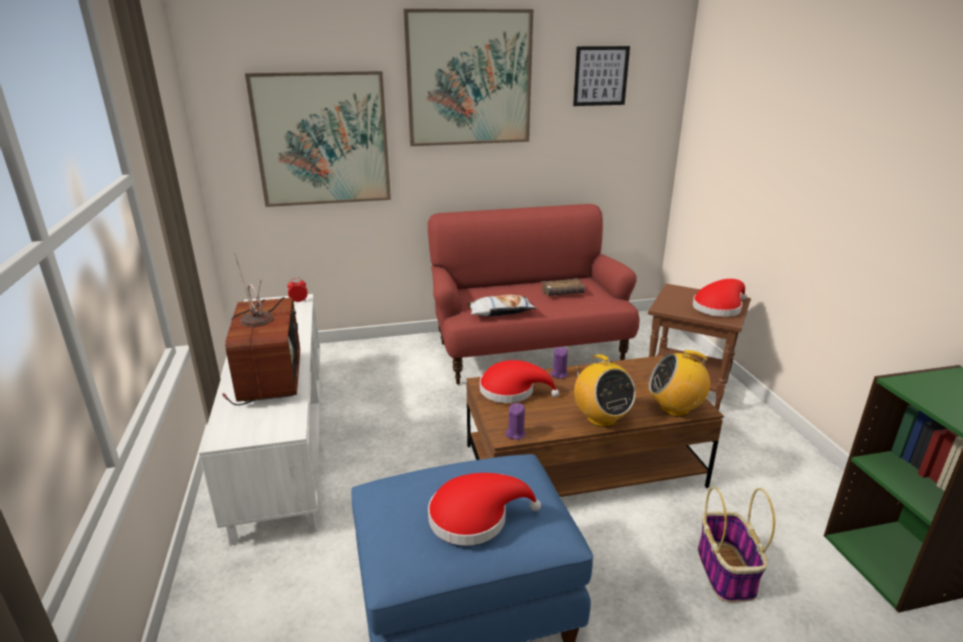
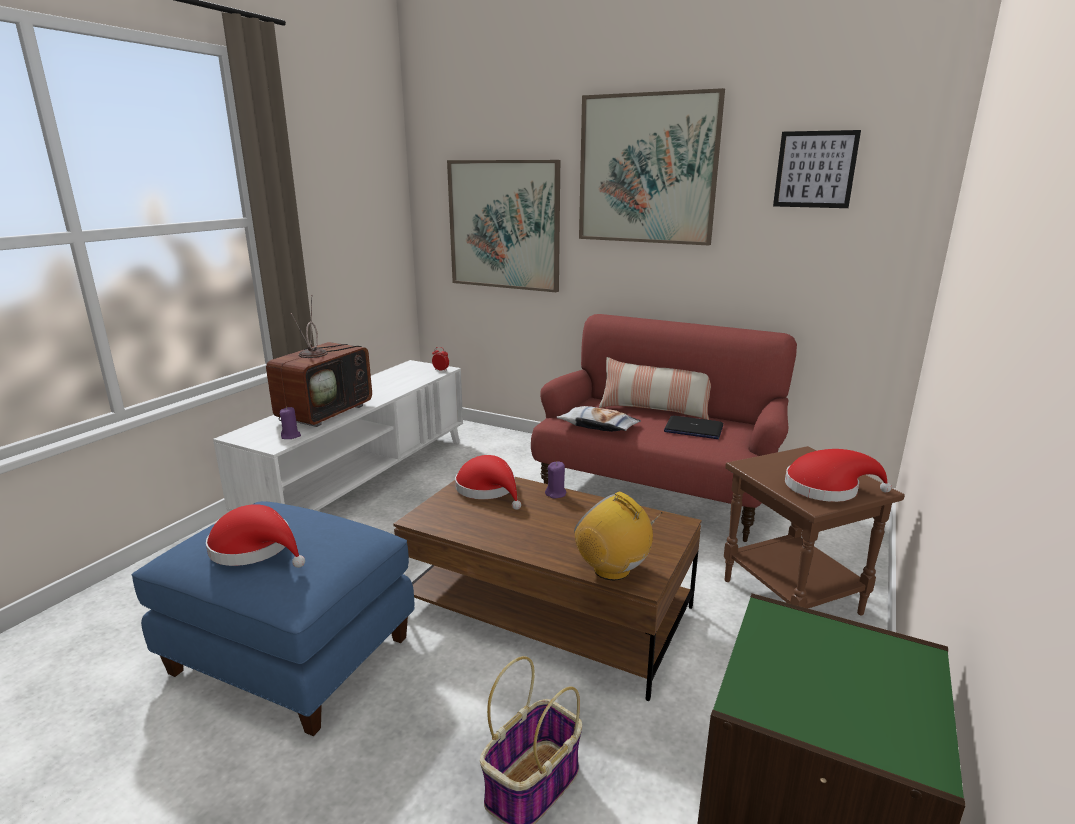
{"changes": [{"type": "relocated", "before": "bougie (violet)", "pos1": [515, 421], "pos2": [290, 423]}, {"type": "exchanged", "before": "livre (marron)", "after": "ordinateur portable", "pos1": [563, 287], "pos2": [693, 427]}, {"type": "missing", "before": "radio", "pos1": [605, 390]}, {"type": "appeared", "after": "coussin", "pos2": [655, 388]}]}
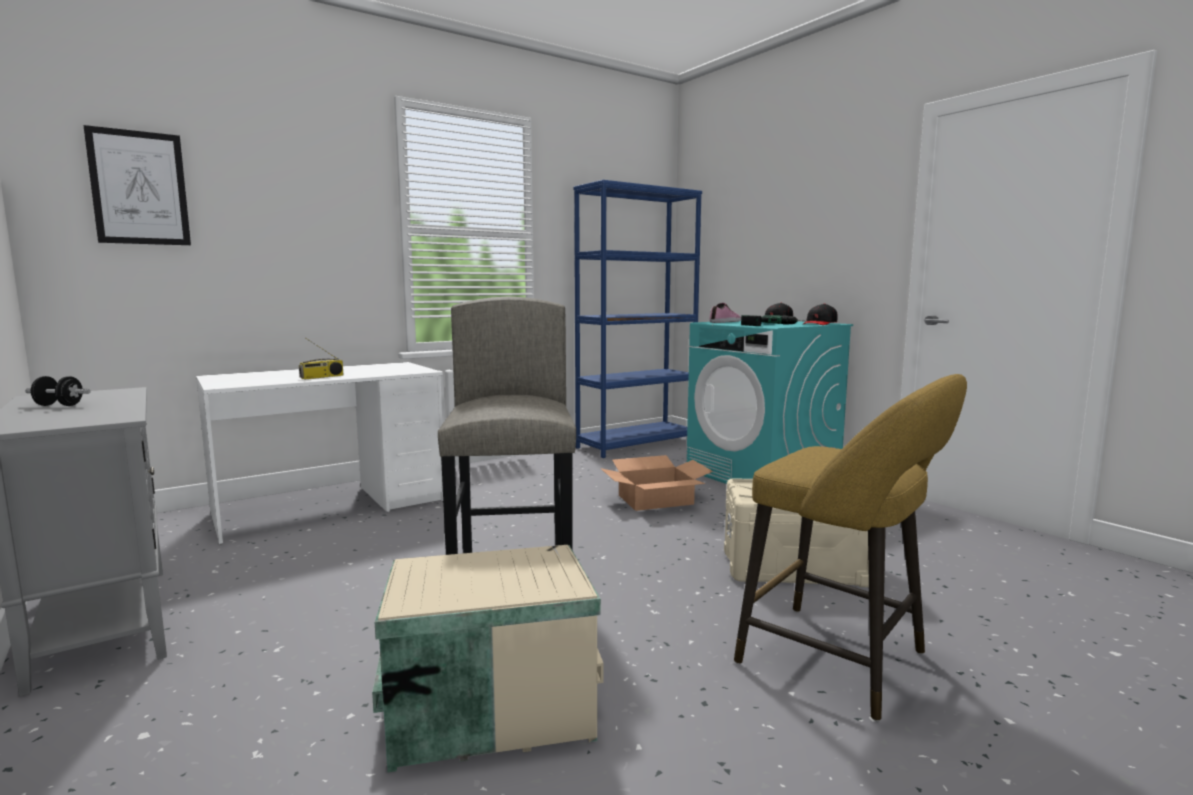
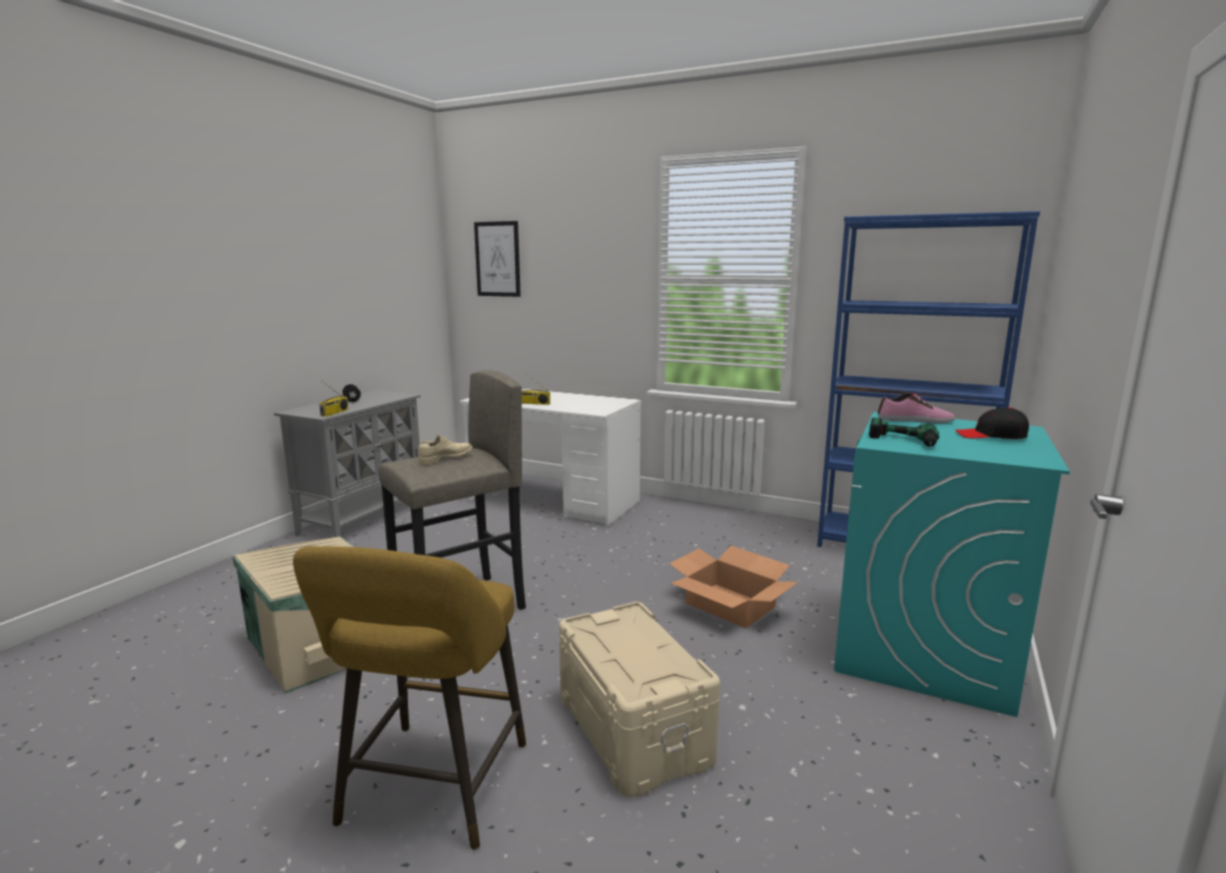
{"changes": [{"type": "missing", "before": "casquette (noir)", "pos1": [820, 314]}, {"type": "appeared", "after": "radio", "pos2": [333, 399]}, {"type": "appeared", "after": "chaussure (beige)", "pos2": [445, 449]}]}
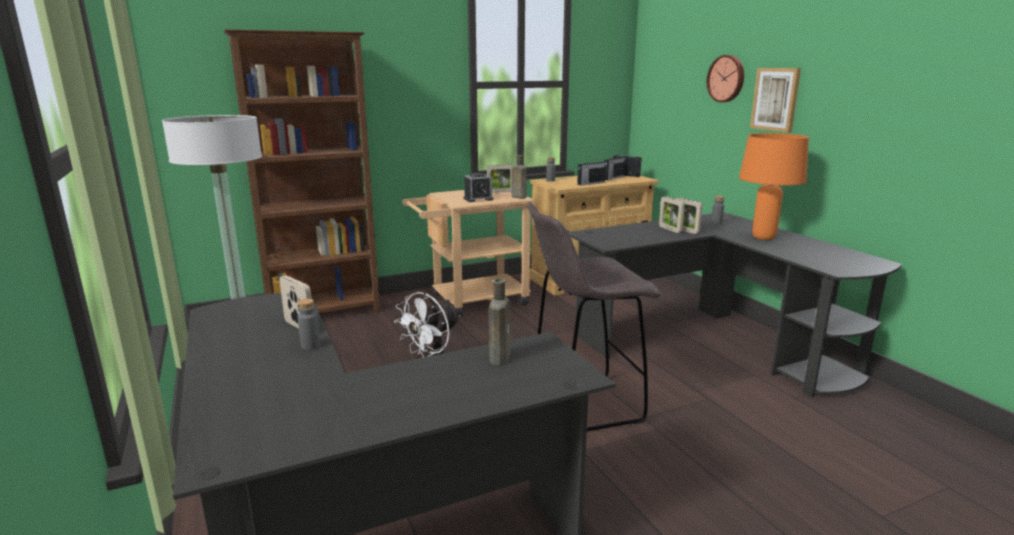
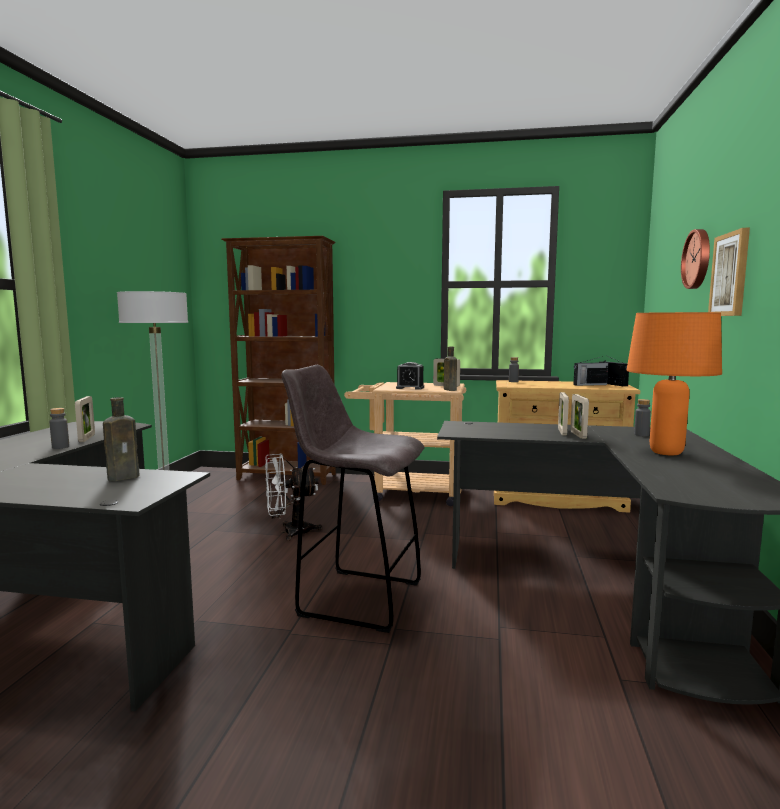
{"changes": [{"type": "missing", "before": "radio", "pos1": [591, 172]}]}
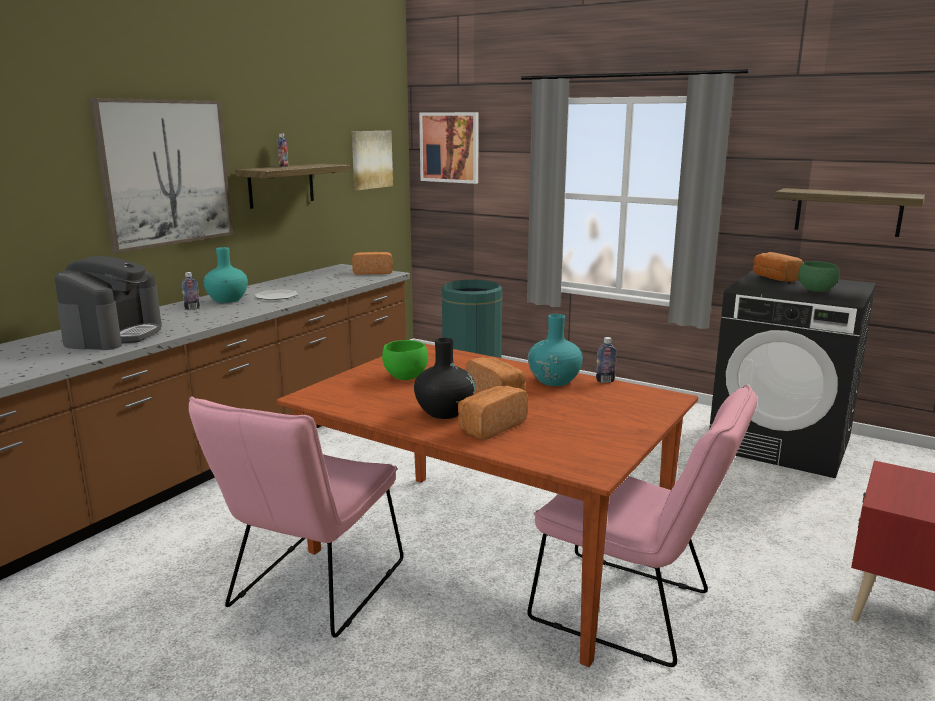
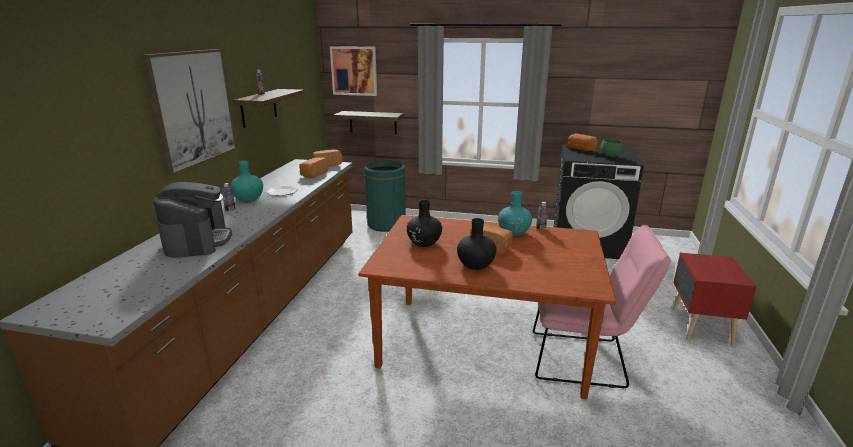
{"changes": [{"type": "missing", "before": "chaise (rose)", "pos1": [296, 517]}, {"type": "missing", "before": "tableau", "pos1": [372, 160]}, {"type": "exchanged", "before": "bol (vert)", "after": "vase (noir)", "pos1": [405, 360], "pos2": [424, 223]}, {"type": "relocated", "before": "pain", "pos1": [493, 412], "pos2": [313, 167]}, {"type": "relocated", "before": "étagère", "pos1": [849, 212], "pos2": [368, 123]}]}
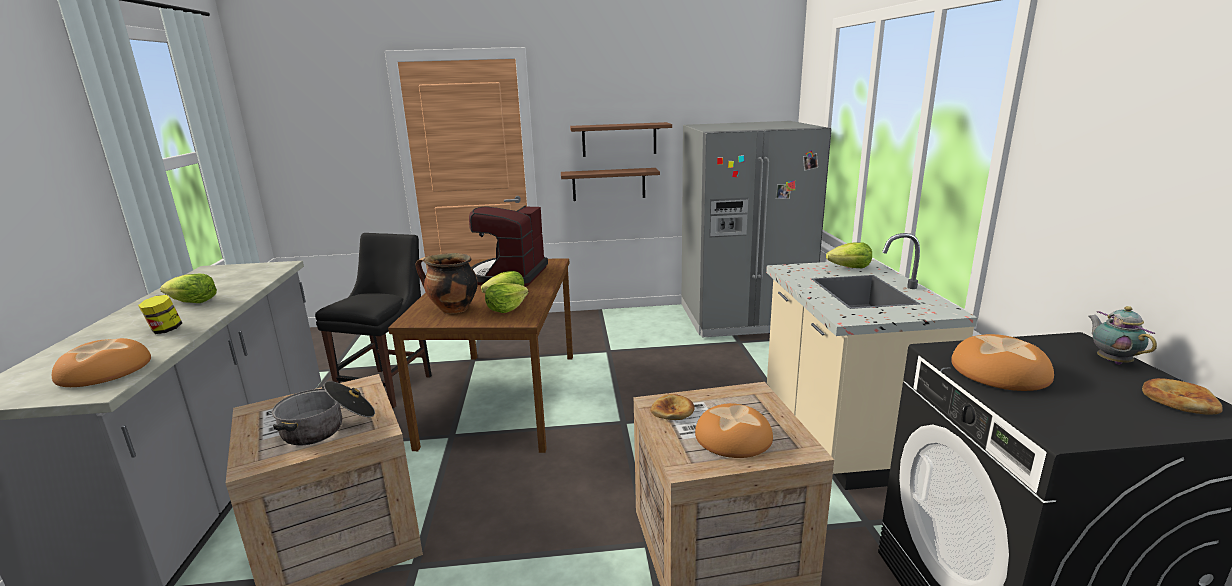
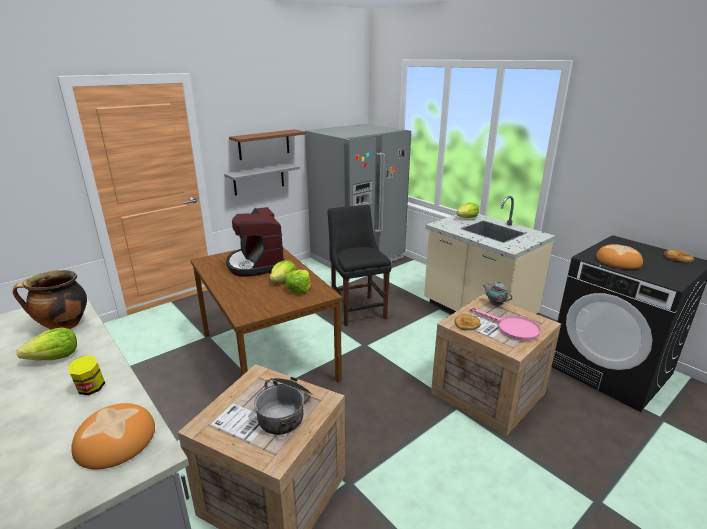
{"changes": [{"type": "relocated", "before": "chaise (noir)", "pos1": [373, 320], "pos2": [359, 265]}, {"type": "relocated", "before": "marmite", "pos1": [446, 283], "pos2": [50, 300]}, {"type": "colour", "before": "étagère (marron)", "after": "étagère (gris)", "pos1": [610, 184], "pos2": [262, 179]}, {"type": "exchanged", "before": "pain", "after": "poêle (rose)", "pos1": [734, 430], "pos2": [505, 324]}, {"type": "relocated", "before": "théière", "pos1": [1122, 335], "pos2": [497, 293]}]}
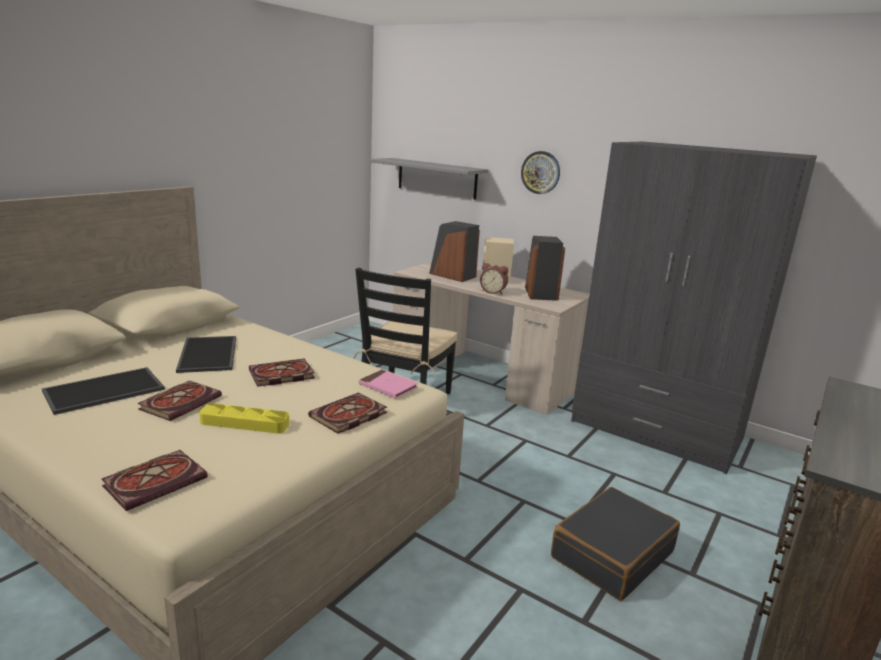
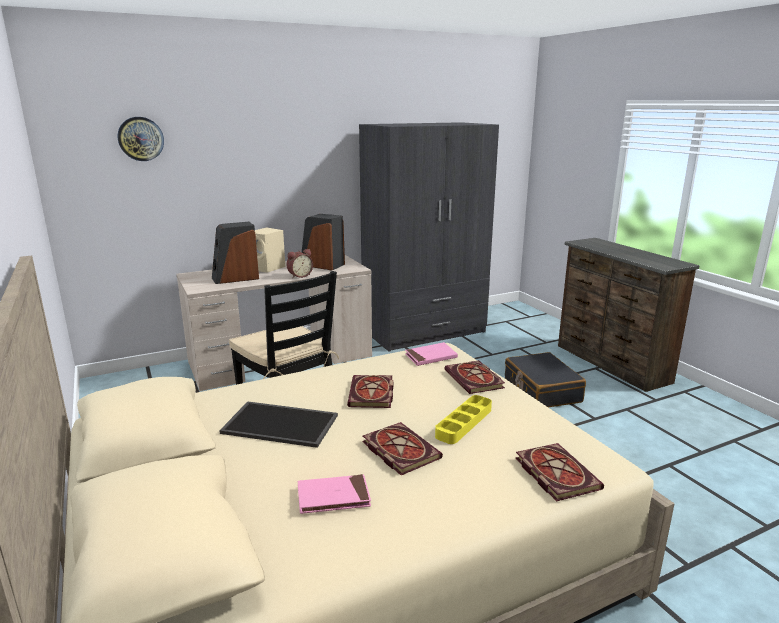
{"changes": [{"type": "exchanged", "before": "plateau", "after": "livre (rose)", "pos1": [103, 391], "pos2": [334, 494]}, {"type": "missing", "before": "étagère (gris)", "pos1": [429, 179]}, {"type": "relocated", "before": "horloge murale", "pos1": [540, 172], "pos2": [141, 139]}]}
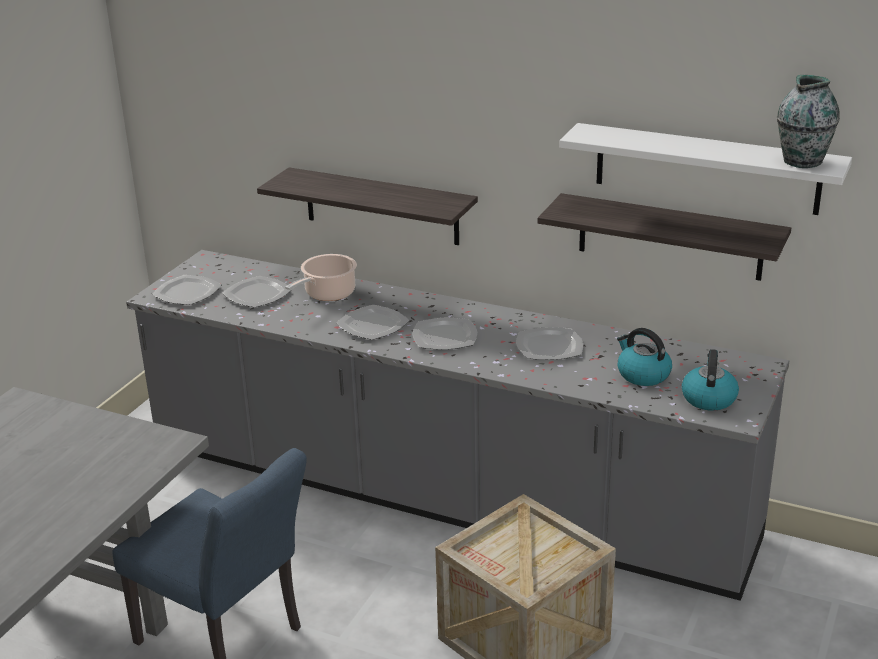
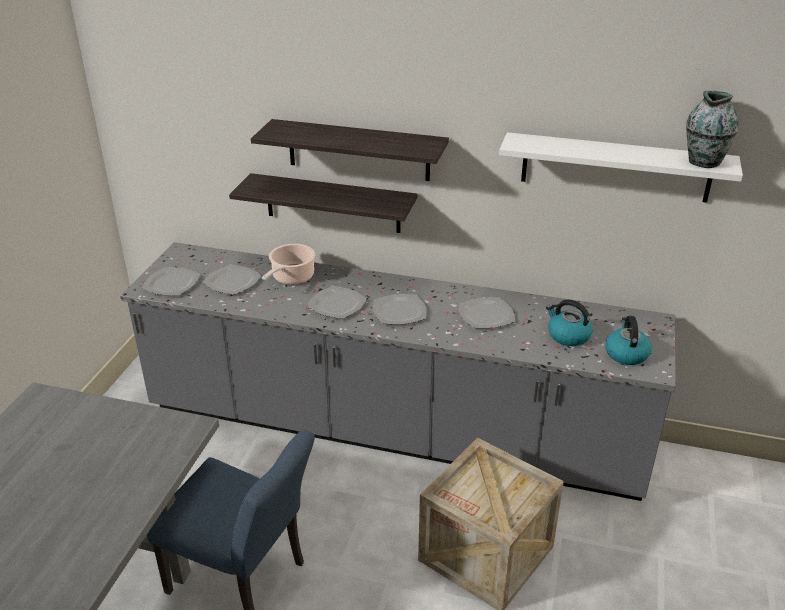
{"changes": [{"type": "relocated", "before": "étagère", "pos1": [664, 237], "pos2": [350, 150]}]}
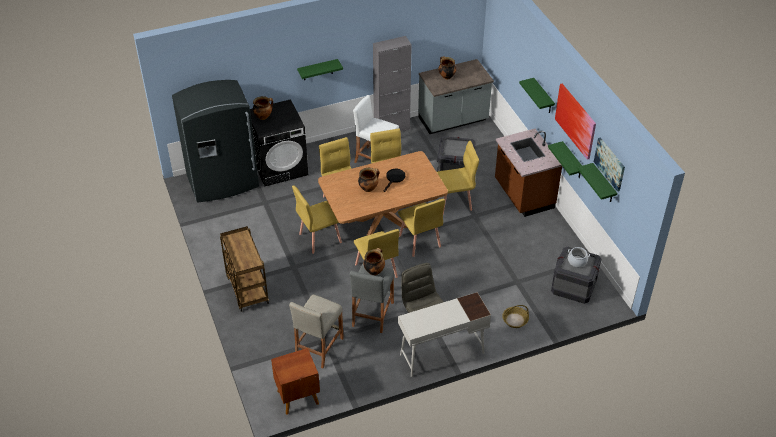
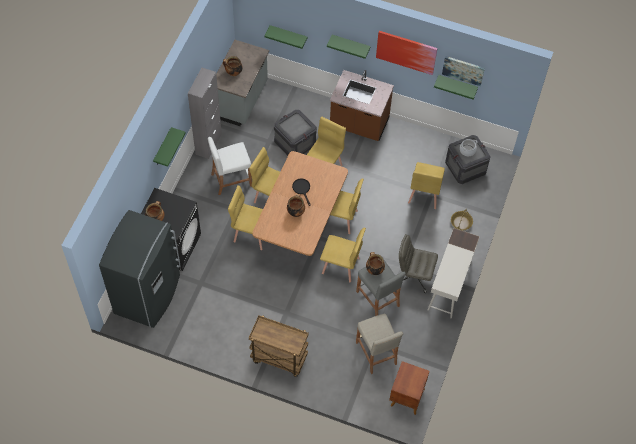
{"changes": [{"type": "relocated", "before": "chaise (jaune)", "pos1": [317, 220], "pos2": [426, 185]}, {"type": "relocated", "before": "étagère (vert)", "pos1": [565, 159], "pos2": [285, 37]}]}
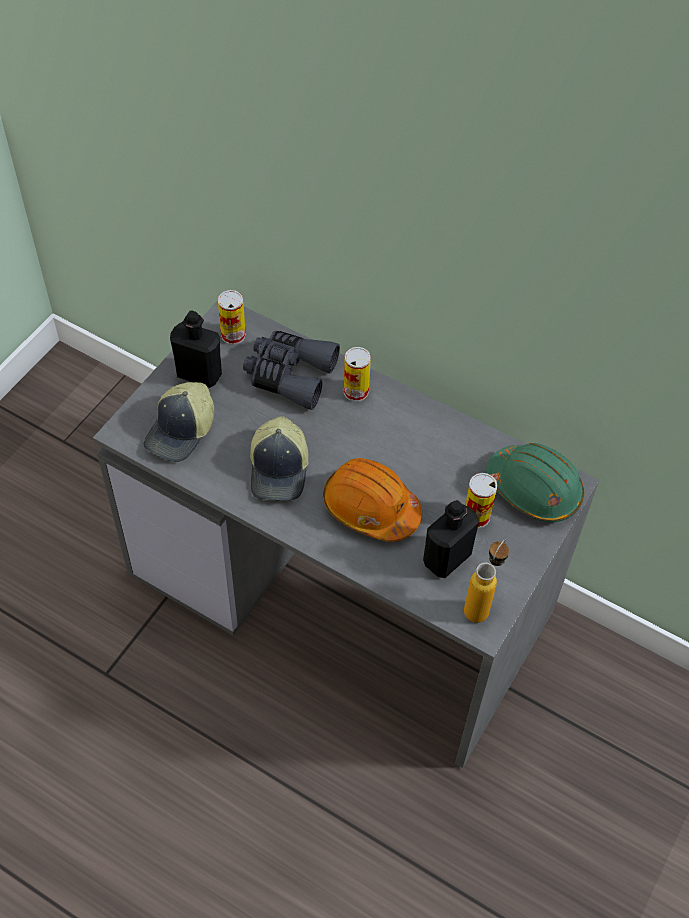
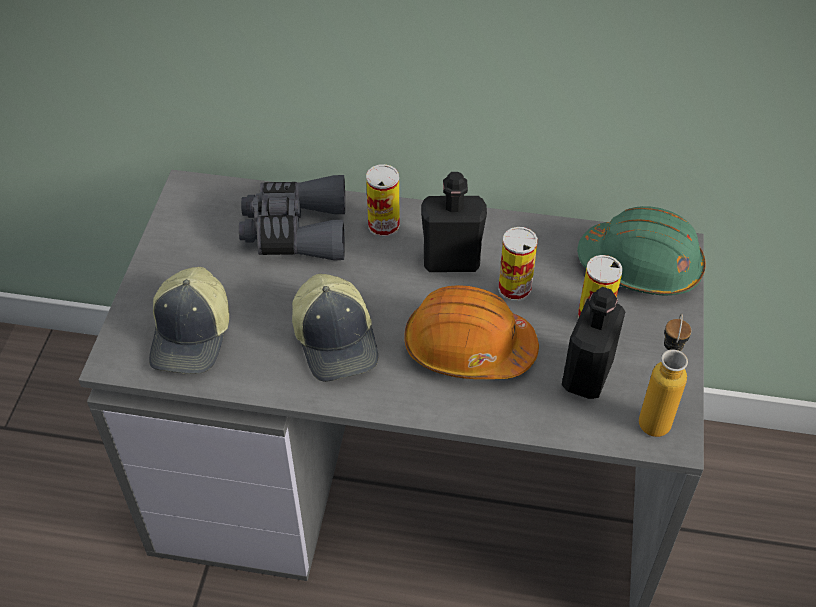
{"changes": [{"type": "relocated", "before": "bouteille (noir)", "pos1": [196, 349], "pos2": [454, 222]}, {"type": "relocated", "before": "boîte métallique", "pos1": [232, 317], "pos2": [518, 264]}]}
